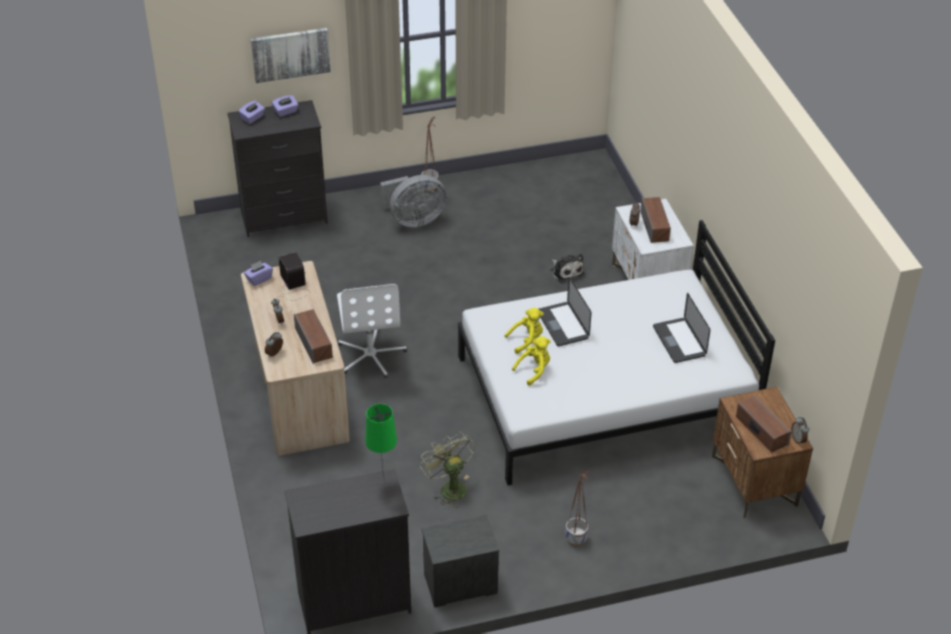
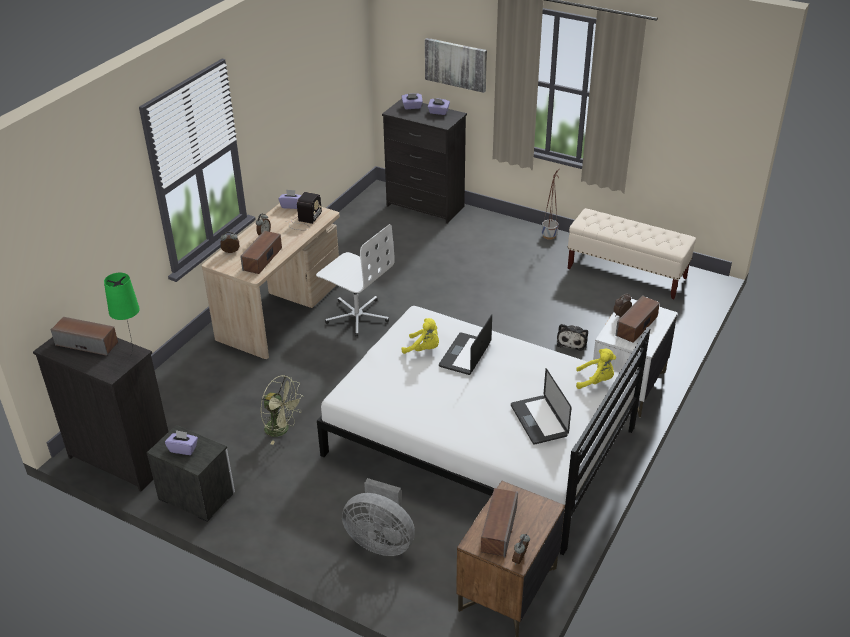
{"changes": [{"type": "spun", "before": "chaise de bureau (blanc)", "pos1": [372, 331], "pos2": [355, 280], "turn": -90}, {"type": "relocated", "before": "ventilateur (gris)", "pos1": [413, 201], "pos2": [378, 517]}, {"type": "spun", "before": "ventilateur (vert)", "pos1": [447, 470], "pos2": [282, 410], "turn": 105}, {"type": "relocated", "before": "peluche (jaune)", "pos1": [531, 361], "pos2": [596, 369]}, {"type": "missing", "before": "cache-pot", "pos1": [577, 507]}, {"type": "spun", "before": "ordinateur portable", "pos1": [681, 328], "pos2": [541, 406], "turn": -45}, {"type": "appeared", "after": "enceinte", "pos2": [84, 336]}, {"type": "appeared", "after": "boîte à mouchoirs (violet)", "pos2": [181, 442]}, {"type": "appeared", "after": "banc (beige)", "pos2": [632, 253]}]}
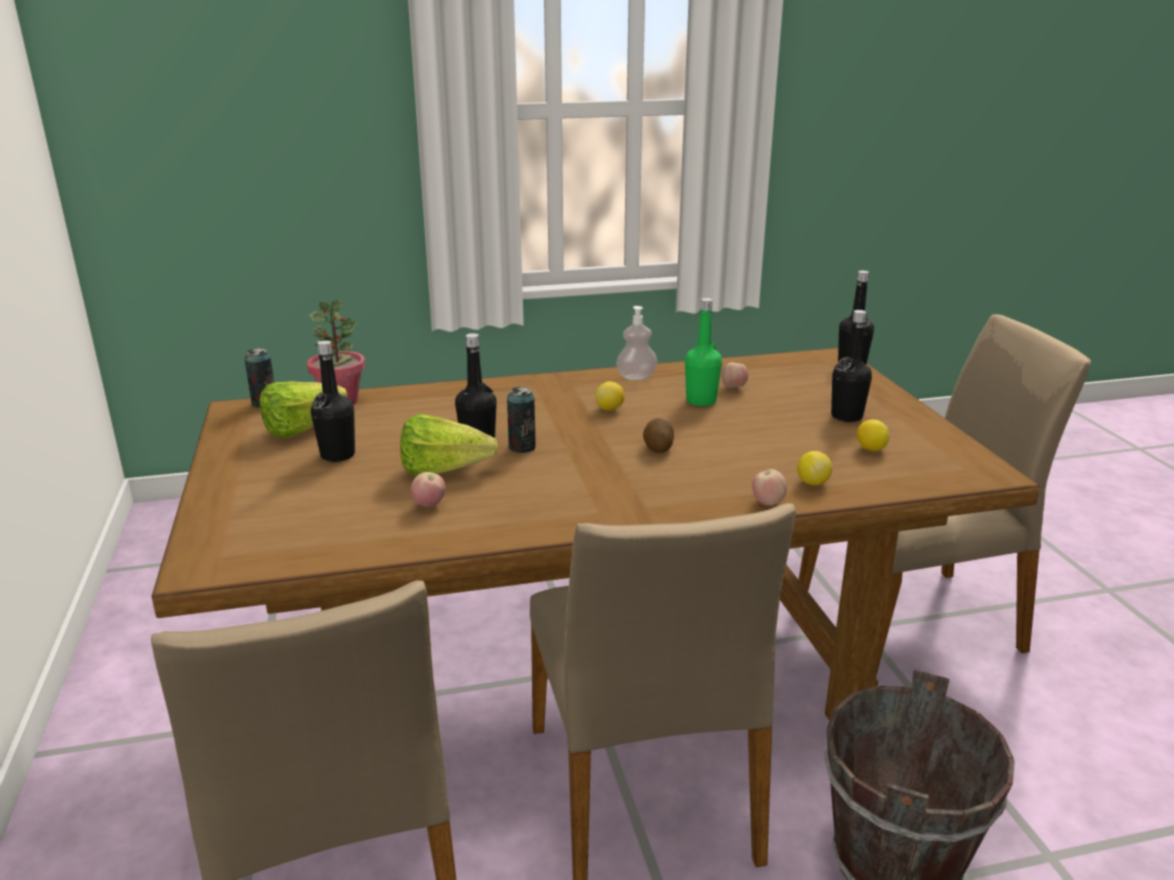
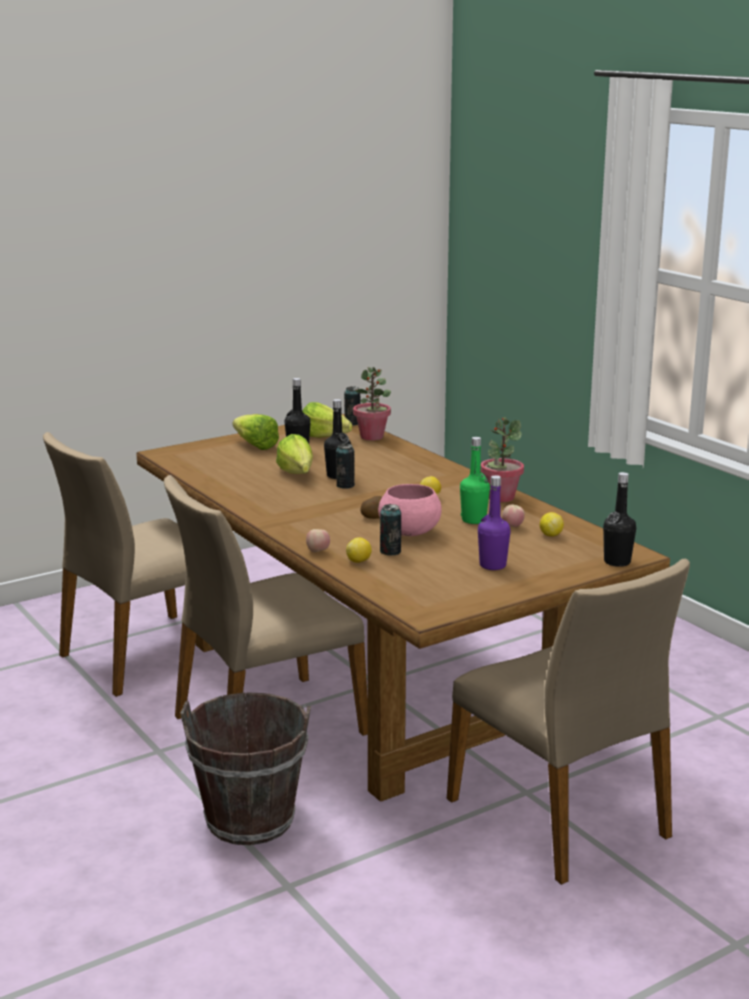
{"changes": [{"type": "missing", "before": "pomme", "pos1": [428, 489]}, {"type": "exchanged", "before": "distributeur de savon", "after": "plante en pot", "pos1": [636, 343], "pos2": [502, 459]}, {"type": "colour", "before": "bouteille (noir)", "after": "bouteille (violet)", "pos1": [851, 366], "pos2": [494, 522]}, {"type": "relocated", "before": "citron", "pos1": [873, 435], "pos2": [552, 524]}, {"type": "appeared", "after": "laitue", "pos2": [256, 432]}, {"type": "appeared", "after": "bol (rose)", "pos2": [410, 510]}, {"type": "appeared", "after": "boîte métallique", "pos2": [390, 530]}]}
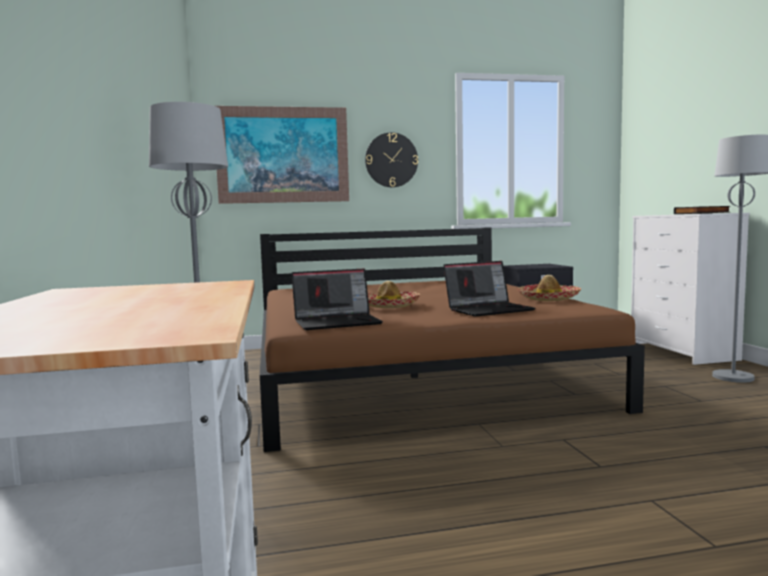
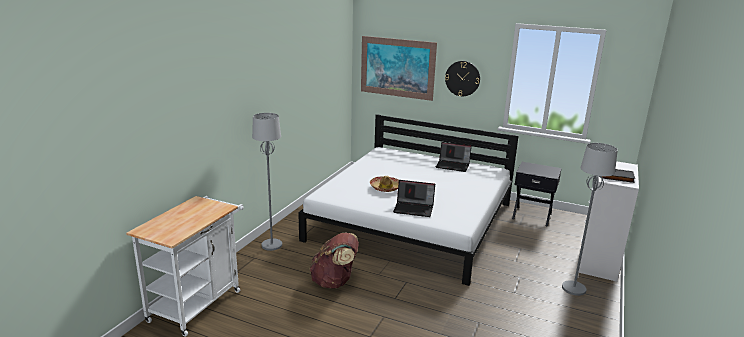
{"changes": [{"type": "colour", "before": "lit (marron)", "after": "lit (blanc)", "pos1": [452, 339], "pos2": [408, 200]}, {"type": "relocated", "before": "ordinateur portable", "pos1": [337, 299], "pos2": [454, 157]}, {"type": "missing", "before": "chapeau", "pos1": [549, 288]}, {"type": "appeared", "after": "sac à dos (marron)", "pos2": [334, 261]}]}
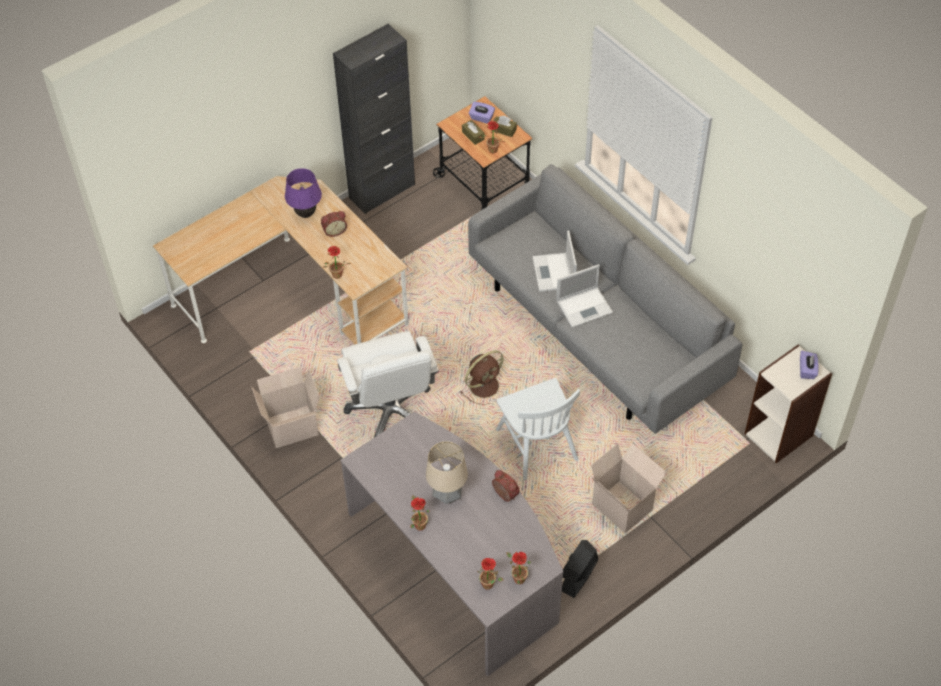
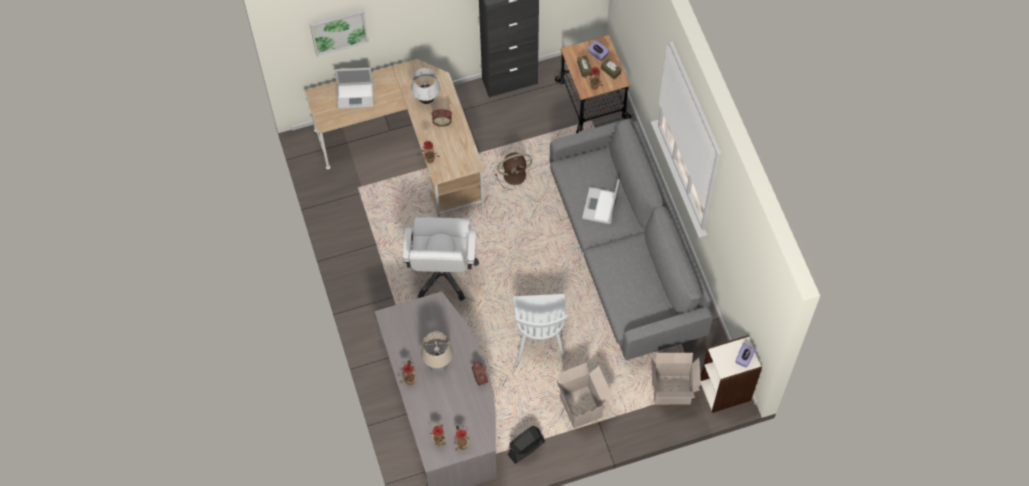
{"changes": [{"type": "relocated", "before": "carton", "pos1": [285, 407], "pos2": [676, 379]}, {"type": "colour", "before": "lampe de table (violet)", "after": "lampe de table (blanc)", "pos1": [303, 193], "pos2": [425, 86]}, {"type": "relocated", "before": "ventilateur (marron)", "pos1": [481, 377], "pos2": [513, 171]}, {"type": "relocated", "before": "ordinateur portable", "pos1": [584, 296], "pos2": [354, 88]}, {"type": "appeared", "after": "tableau", "pos2": [339, 33]}]}
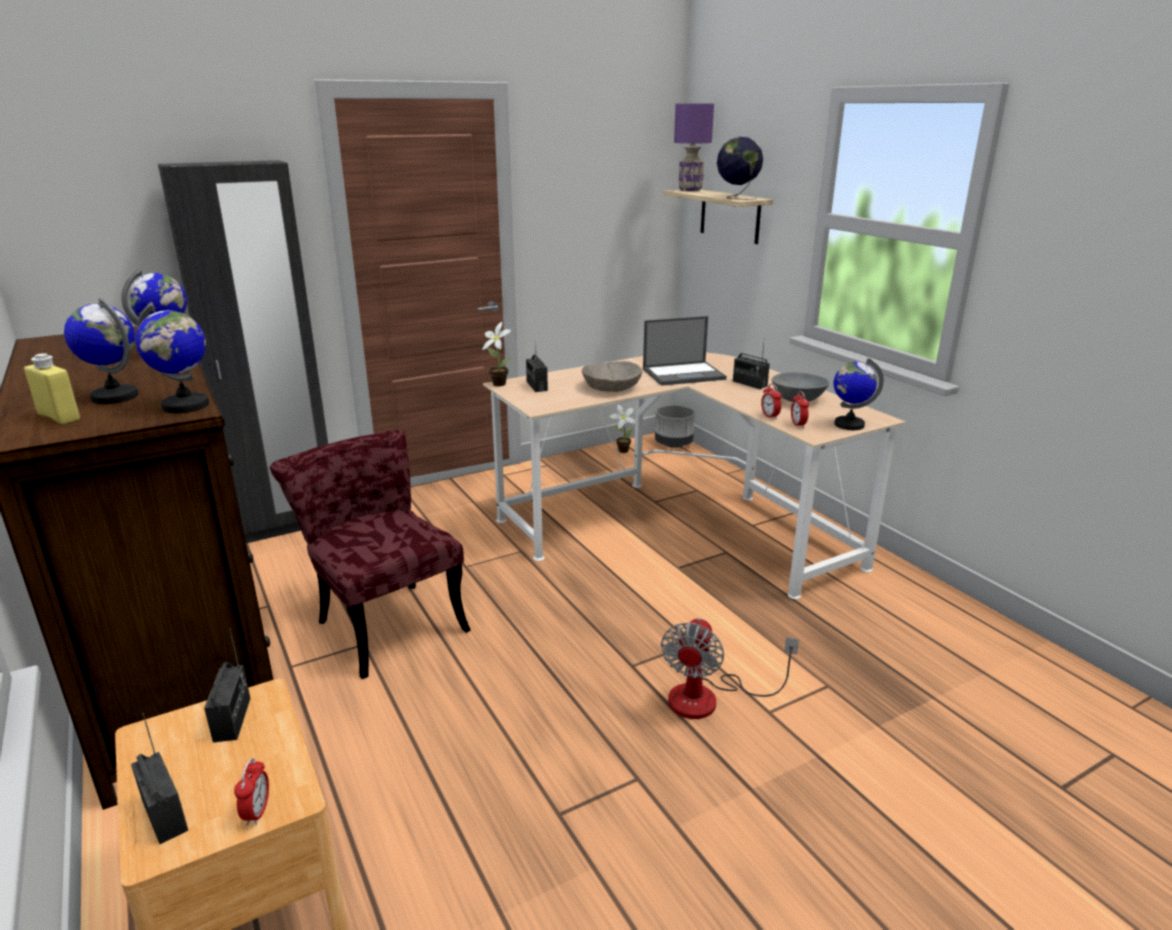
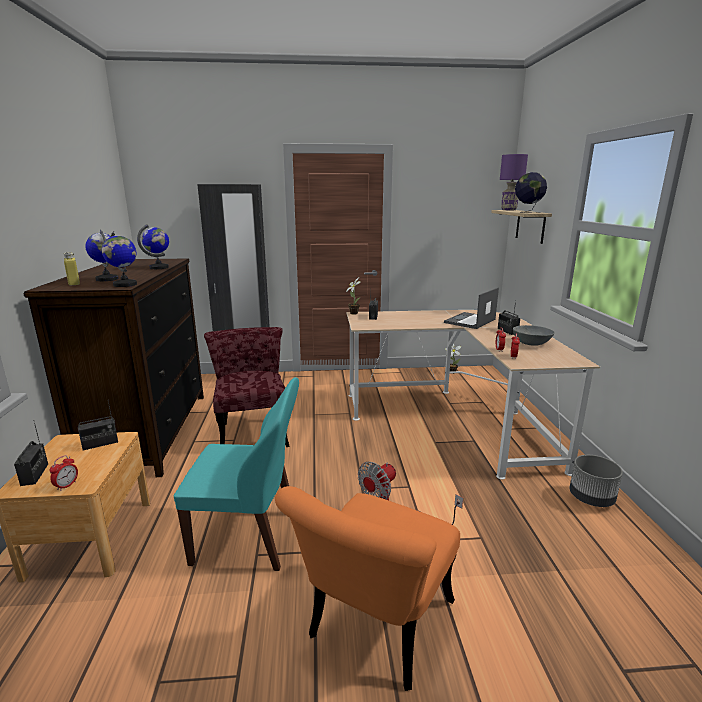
{"changes": [{"type": "spun", "before": "radio", "pos1": [227, 685], "pos2": [98, 426], "turn": 45}, {"type": "missing", "before": "bol (beige)", "pos1": [612, 376]}, {"type": "spun", "before": "ordinateur portable", "pos1": [685, 351], "pos2": [471, 308], "turn": 120}, {"type": "relocated", "before": "cache-pot (gris)", "pos1": [675, 426], "pos2": [596, 481]}, {"type": "missing", "before": "globe", "pos1": [859, 394]}, {"type": "appeared", "after": "chaise (turquoise)", "pos2": [236, 474]}, {"type": "appeared", "after": "chaise (orange)", "pos2": [367, 588]}]}
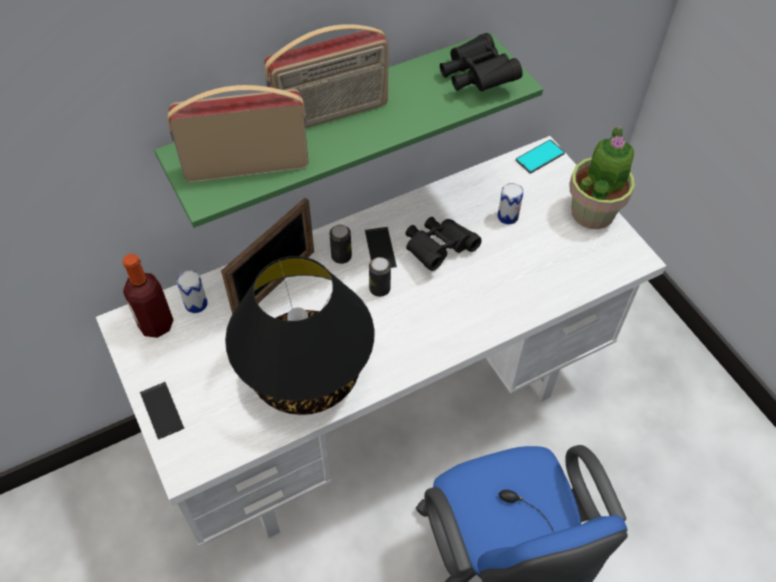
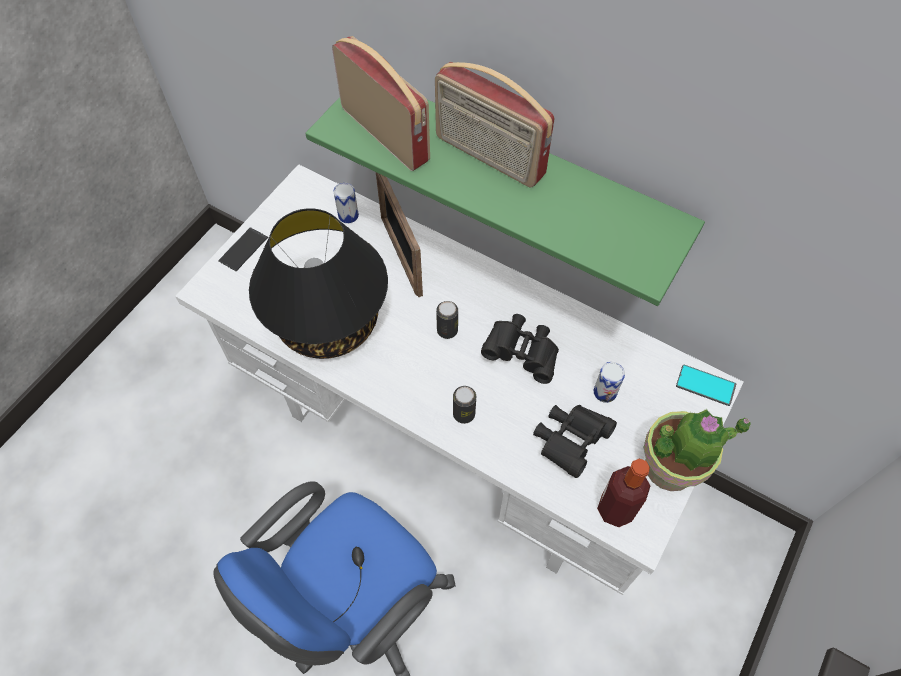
{"changes": [{"type": "relocated", "before": "bouteille", "pos1": [147, 296], "pos2": [623, 493]}, {"type": "spun", "before": "cadre photo", "pos1": [267, 256], "pos2": [399, 234], "turn": 60}, {"type": "relocated", "before": "boîte métallique", "pos1": [340, 244], "pos2": [464, 405]}, {"type": "missing", "before": "téléphone", "pos1": [381, 247]}, {"type": "relocated", "before": "jumelles (noir)", "pos1": [481, 62], "pos2": [575, 441]}]}
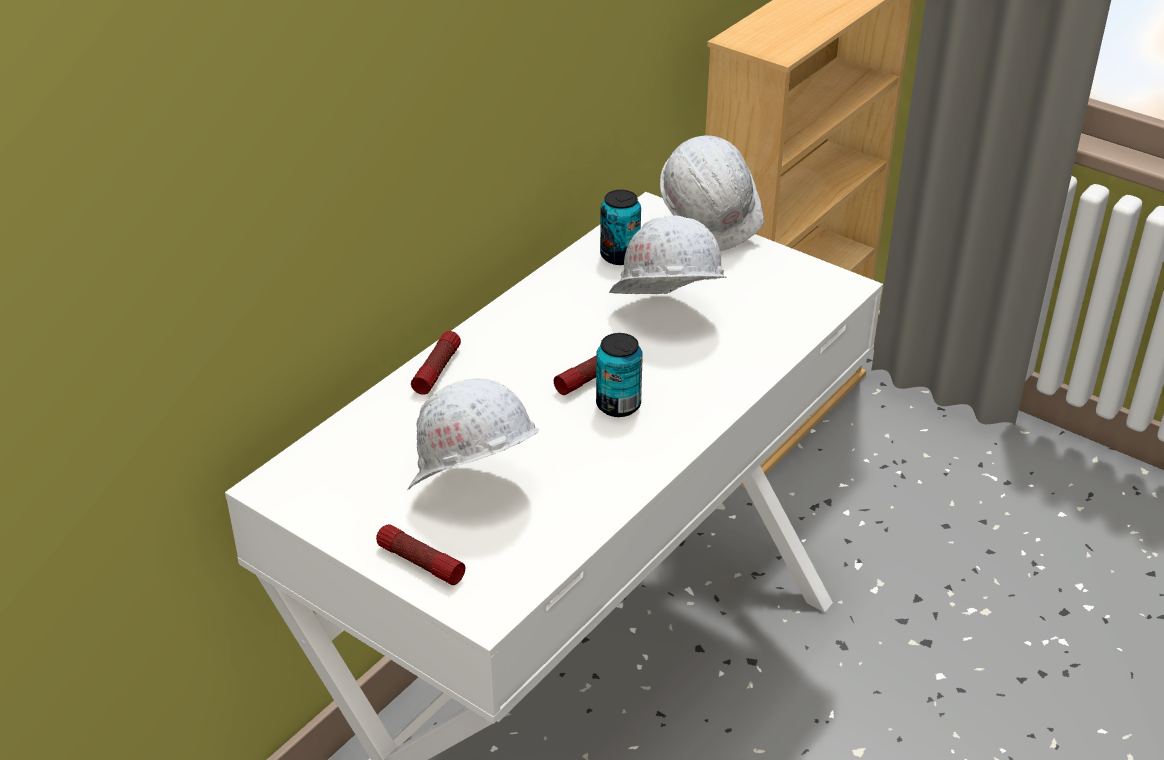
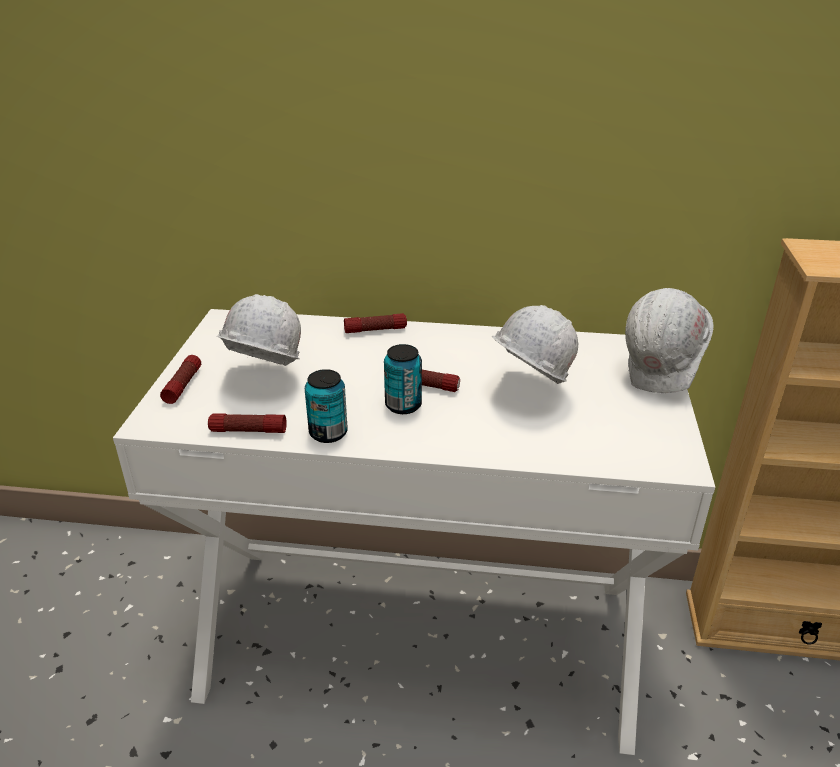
{"changes": [{"type": "relocated", "before": "boîte métallique", "pos1": [620, 227], "pos2": [326, 406]}, {"type": "appeared", "after": "lampe de poche", "pos2": [247, 423]}]}
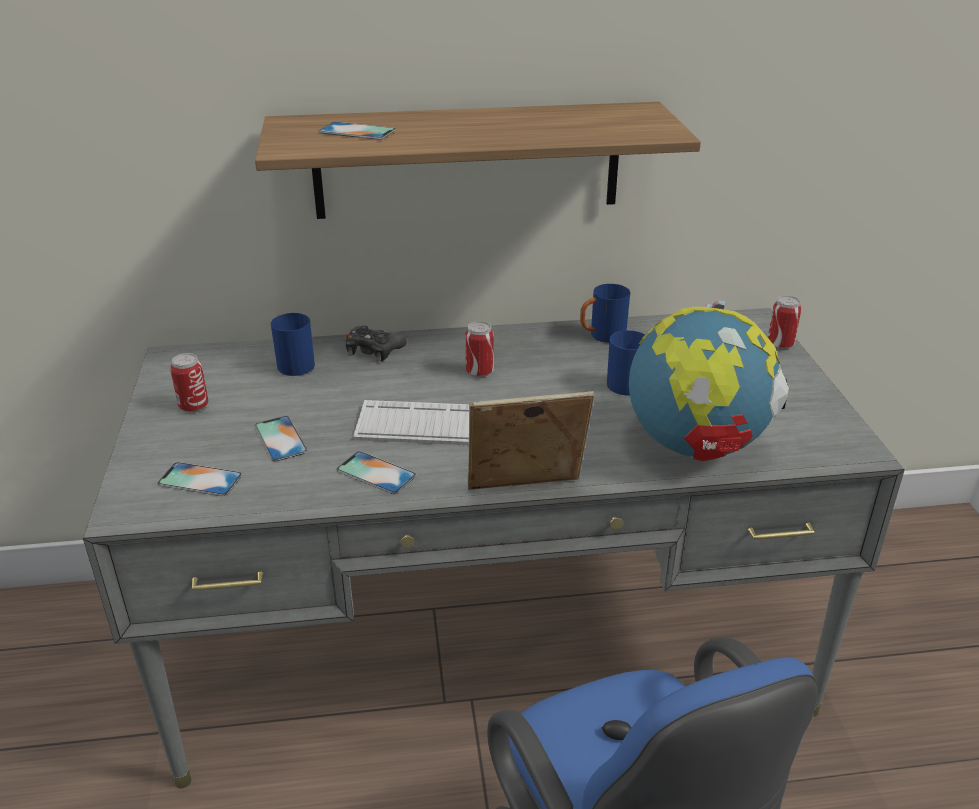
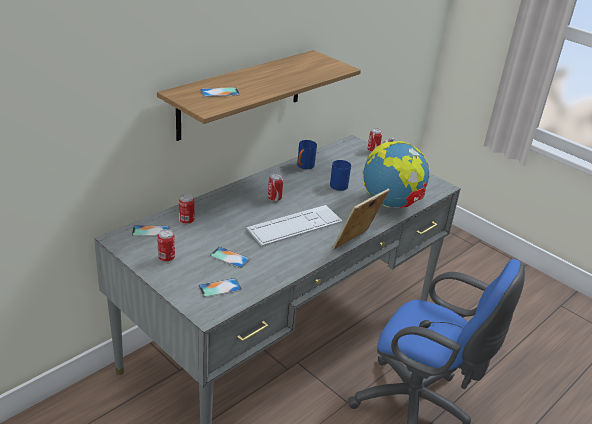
{"changes": [{"type": "exchanged", "before": "mug (bleu)", "after": "boîte métallique", "pos1": [293, 344], "pos2": [187, 209]}, {"type": "relocated", "before": "téléphone", "pos1": [376, 472], "pos2": [151, 231]}, {"type": "missing", "before": "manette (noir)", "pos1": [376, 343]}]}
